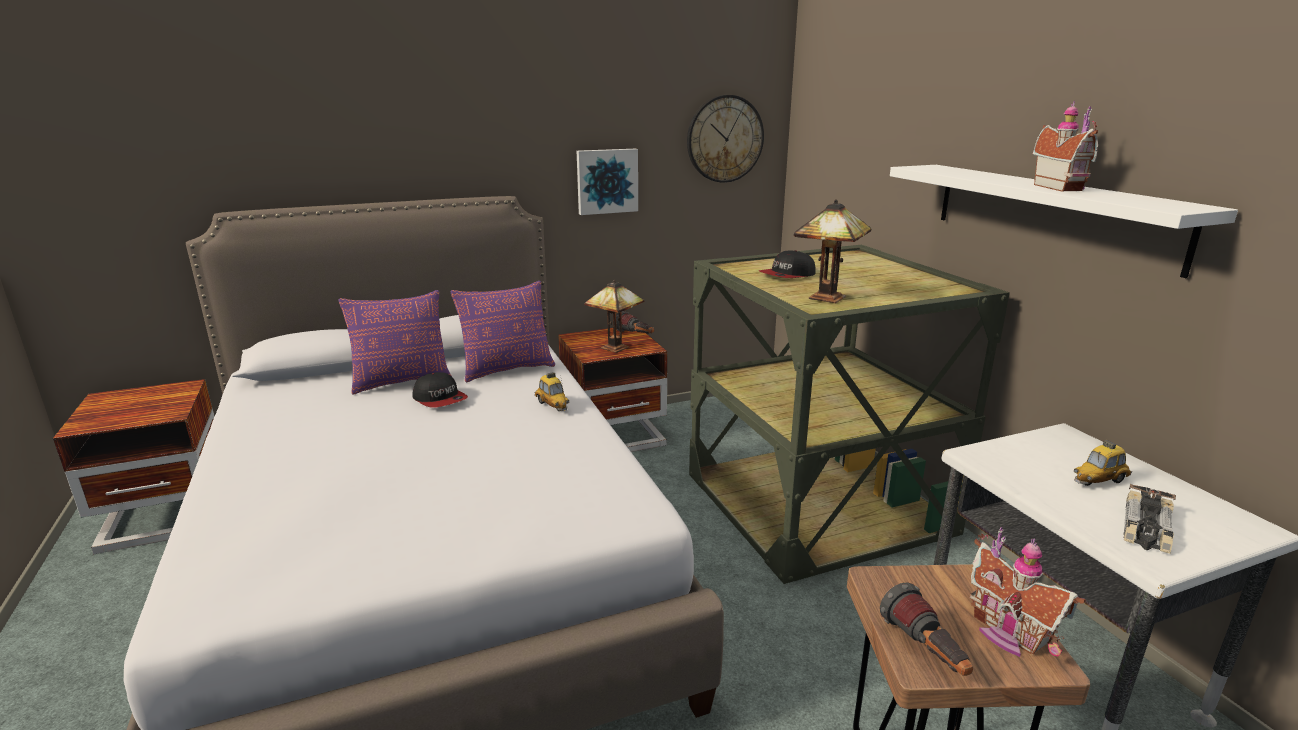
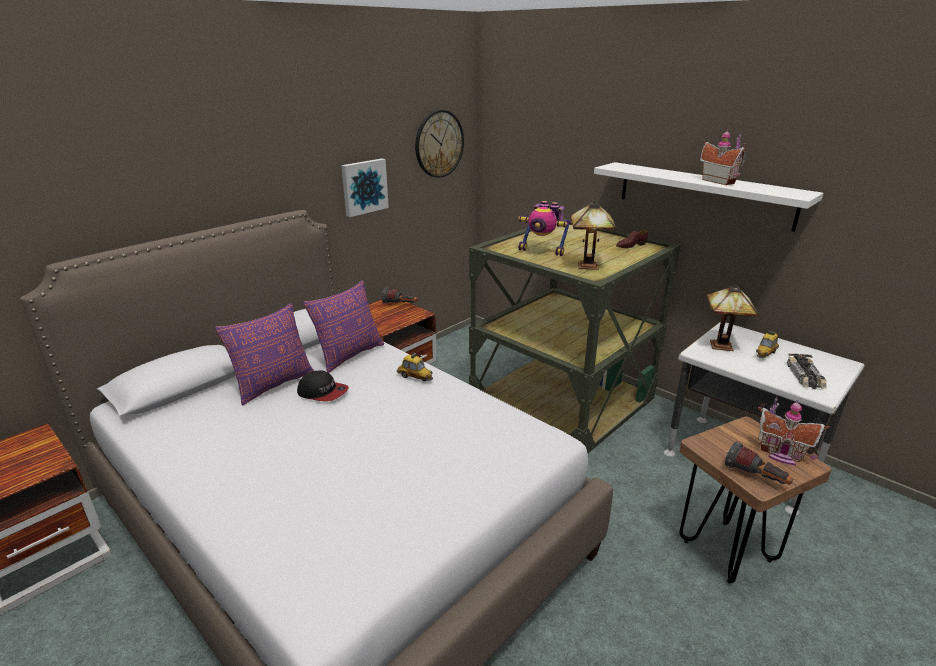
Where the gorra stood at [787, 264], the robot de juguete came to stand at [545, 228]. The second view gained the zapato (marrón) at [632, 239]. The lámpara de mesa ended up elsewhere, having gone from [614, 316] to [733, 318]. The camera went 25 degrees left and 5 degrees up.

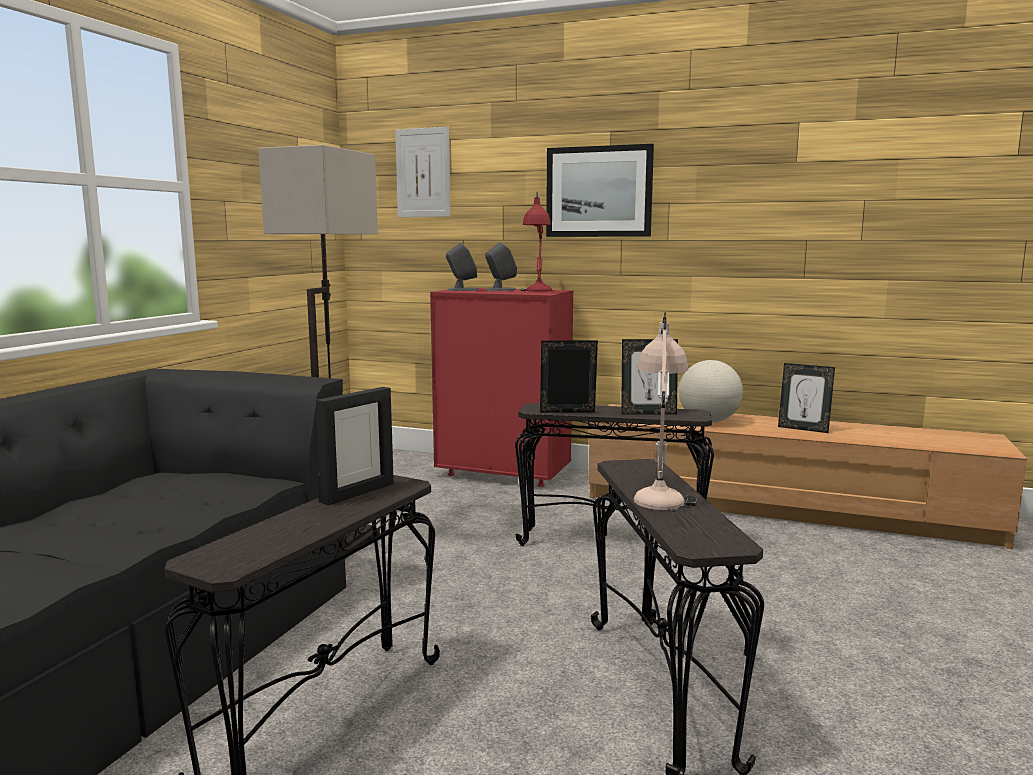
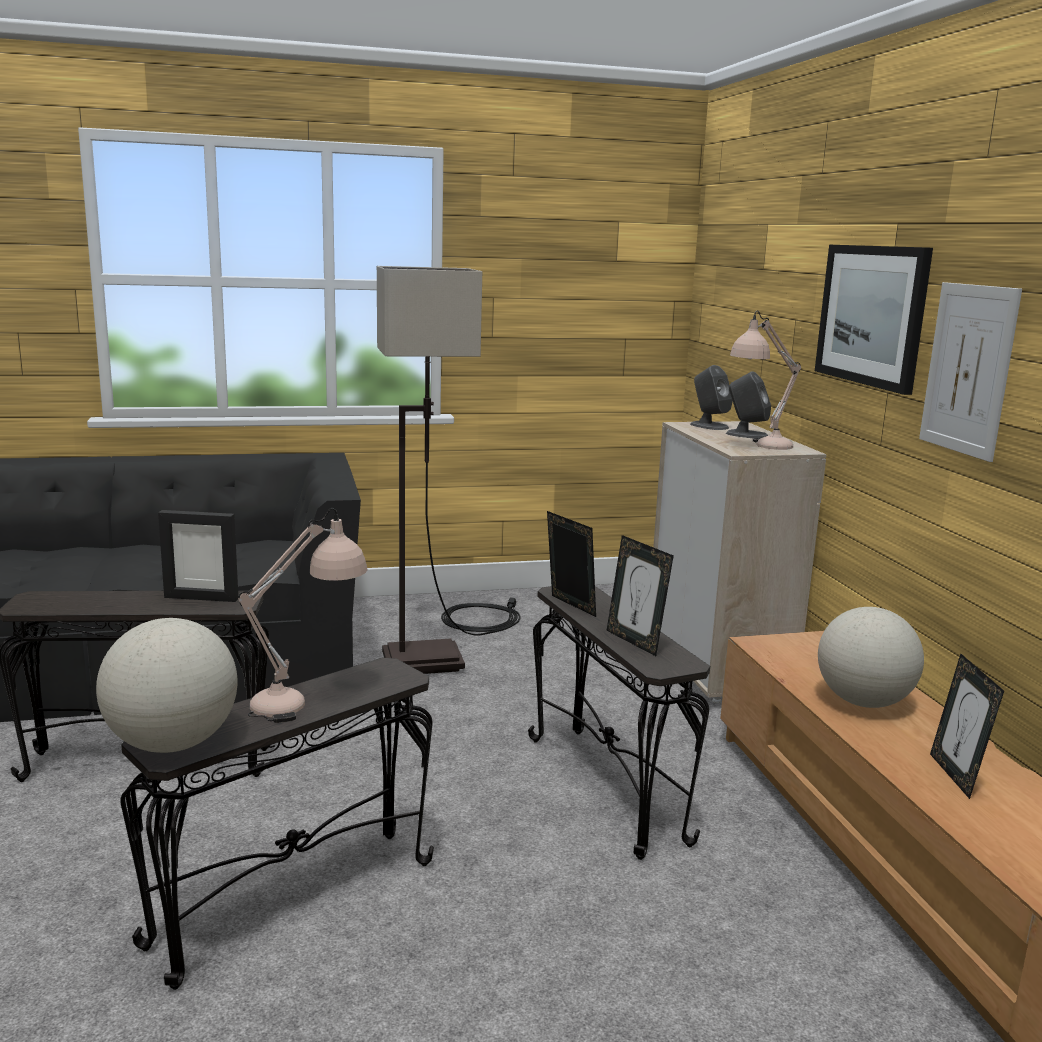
The second view gained the globo terráqueo at [166, 685]. What was the armario (rojo) at [502, 387] turned into the armario (beis) at [740, 562]. What was the lámpara de mesa (rojo) at [536, 241] turned into the lámpara de mesa (beis) at [765, 380]. The cuadro ended up elsewhere, having gone from [422, 172] to [970, 372]. The camera went 55 degrees right and 5 degrees up.

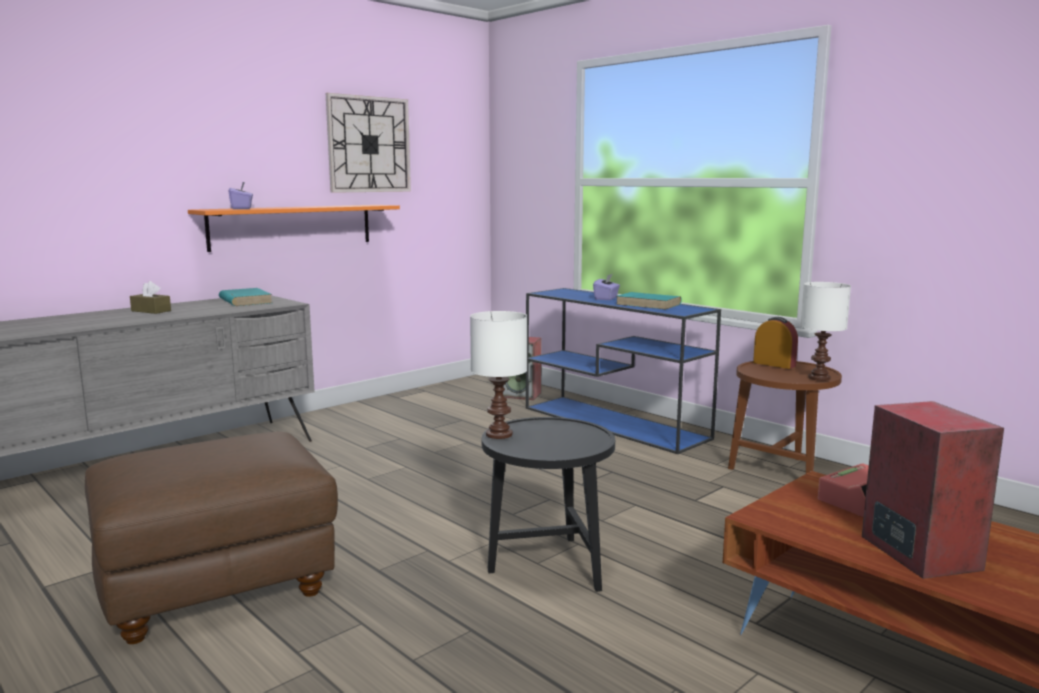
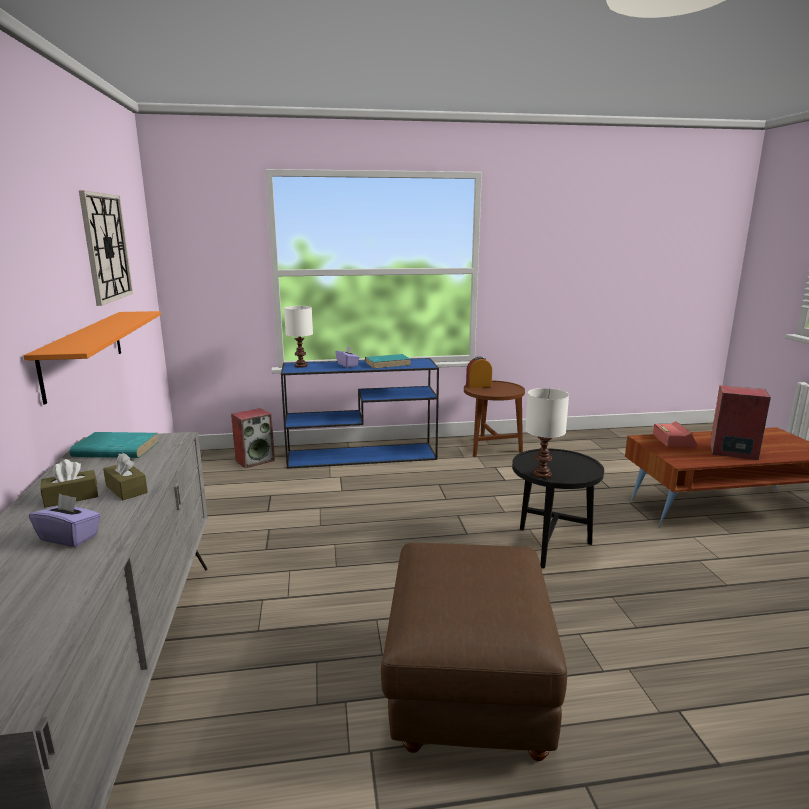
The caja de pañuelos (morado) ended up elsewhere, having gone from [240, 195] to [65, 520]. The second view gained the caja de pañuelos (marrón) at [125, 476]. The lámpara de mesa (blanco) ended up elsewhere, having gone from [826, 331] to [298, 337]. The camera went 55 degrees left and 5 degrees up.

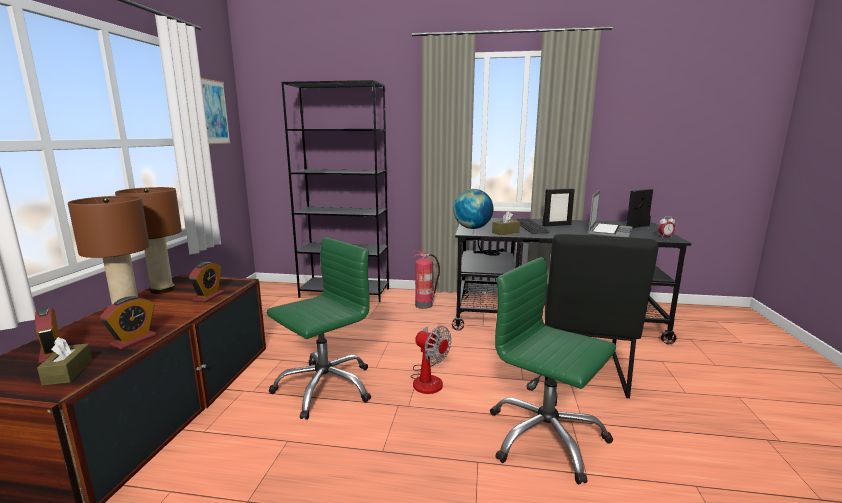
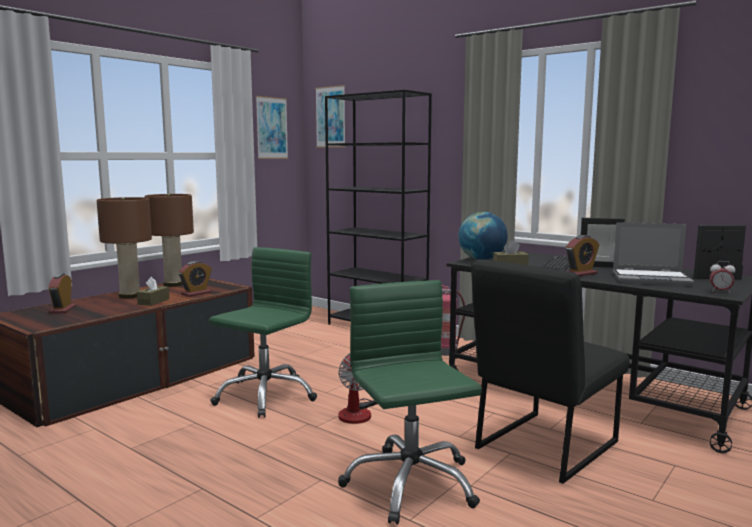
The caja de pañuelos (marrón) ended up elsewhere, having gone from [64, 361] to [153, 291]. The silla de oficina (verde) at [319, 328] ended up facing another way, 45 degrees counterclockwise from before. The second view gained the cuadro at [330, 116]. The despertador ended up elsewhere, having gone from [128, 323] to [582, 256]. The portátil at [610, 213] ended up facing another way, 45 degrees clockwise from before. The camera went 30 degrees right and 5 degrees down.

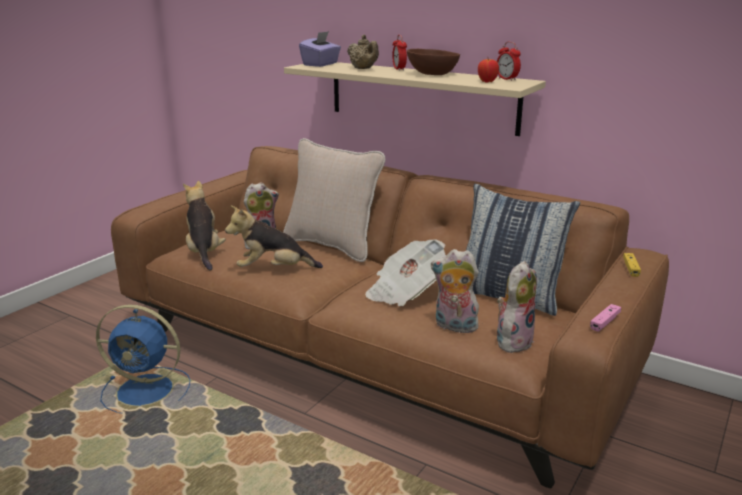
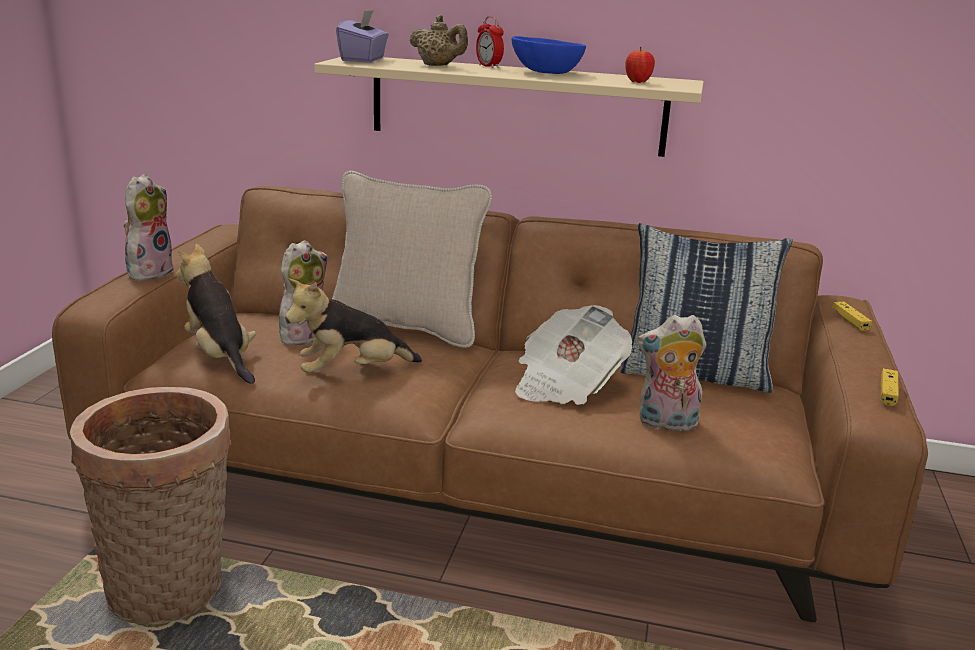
Where the ventilador (azul) stood at [143, 359], the cesta came to stand at [150, 506]. The peluche ended up elsewhere, having gone from [517, 307] to [149, 227]. What was the cuenco (marrón) at [433, 62] turned into the cuenco (azul) at [549, 55]. What was the mando de consola (rosa) at [605, 318] turned into the mando de consola (amarillo) at [890, 387]. The second view lost the despertador at [509, 61]. The camera went 20 degrees left and 0 degrees up.

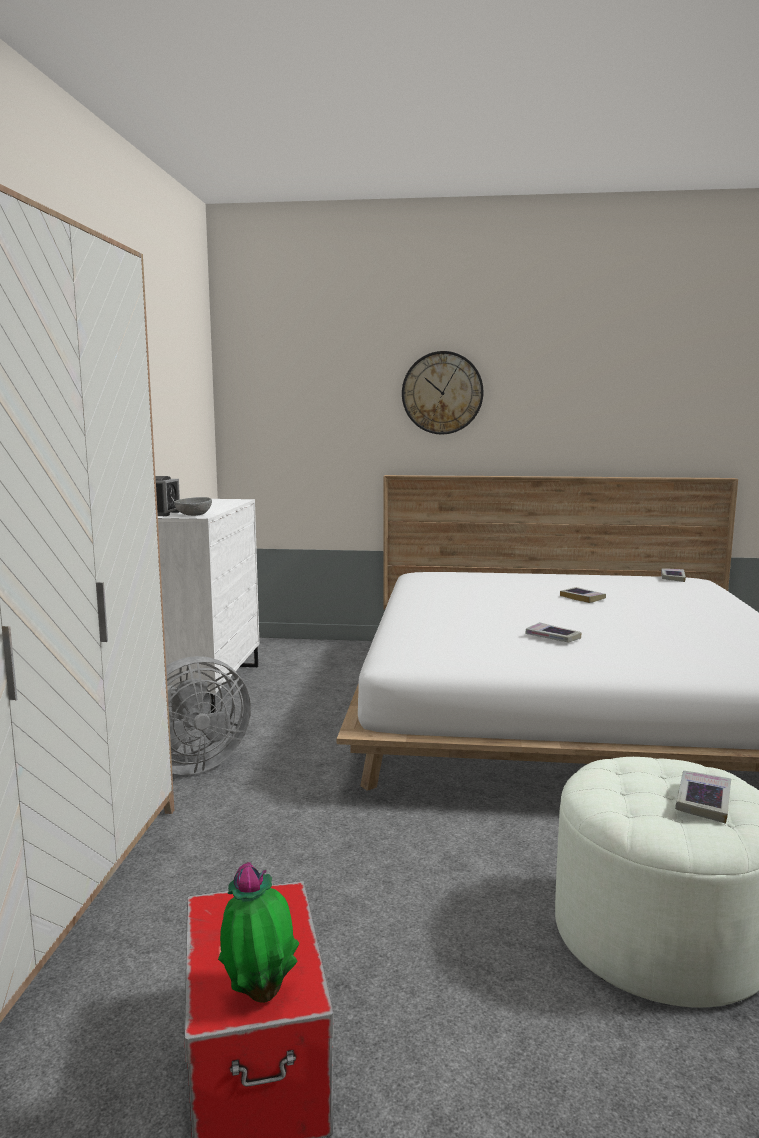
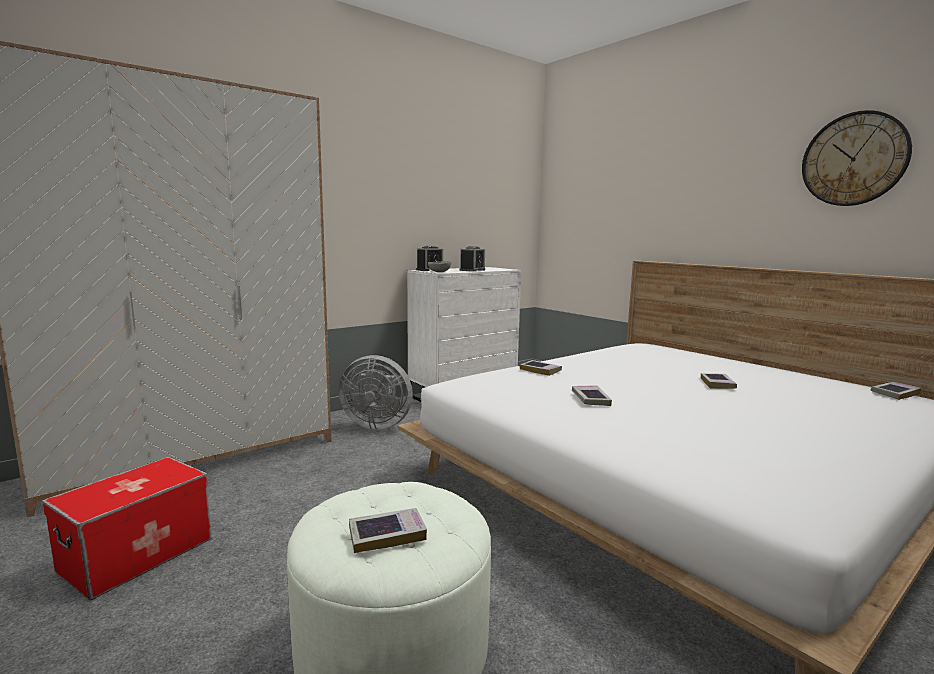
The second view gained the despertador at [472, 259]. The second view gained the libro at [541, 368]. The reloj de pared ended up elsewhere, having gone from [442, 393] to [857, 158]. The second view lost the planta en maceta at [258, 932]. The camera went 45 degrees right and 0 degrees up.

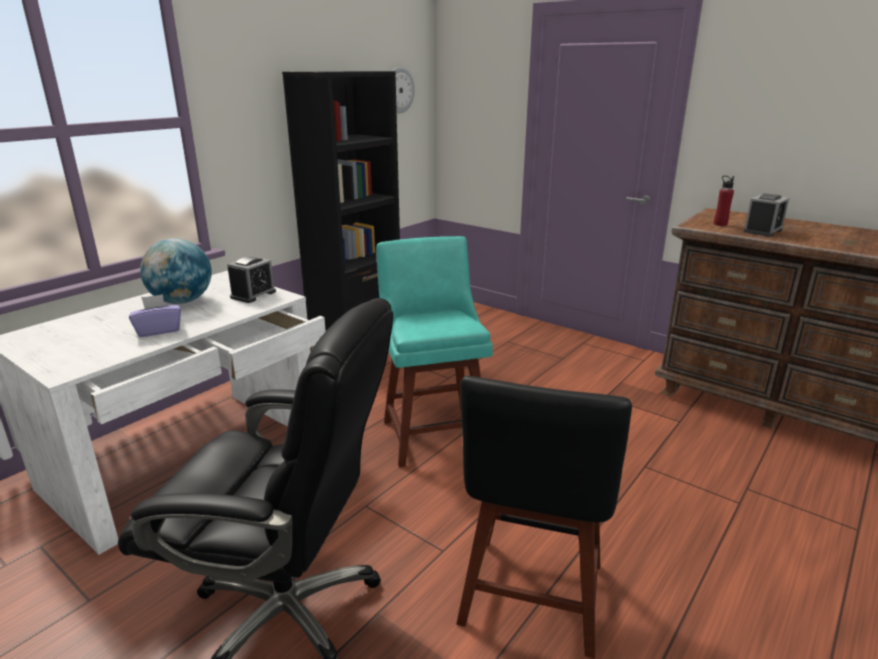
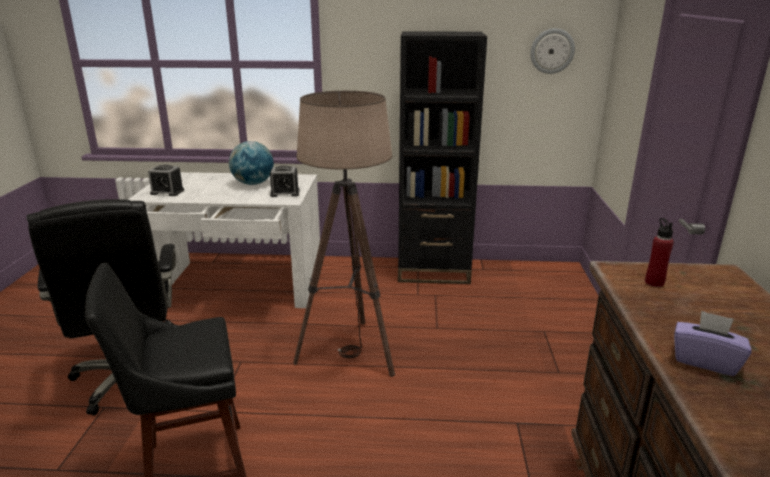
The despertador ended up elsewhere, having gone from [766, 215] to [166, 180]. Where the silla (turquesa) stood at [434, 351], the lámpara de pie came to stand at [344, 234]. The caja de pañuelos (morado) ended up elsewhere, having gone from [155, 315] to [713, 343]. The camera went 55 degrees right and 0 degrees up.

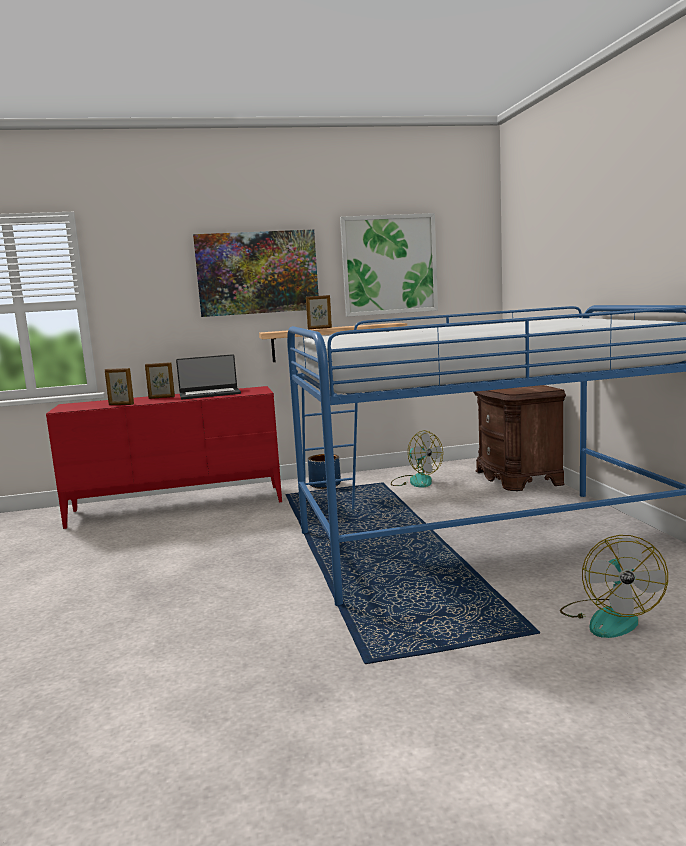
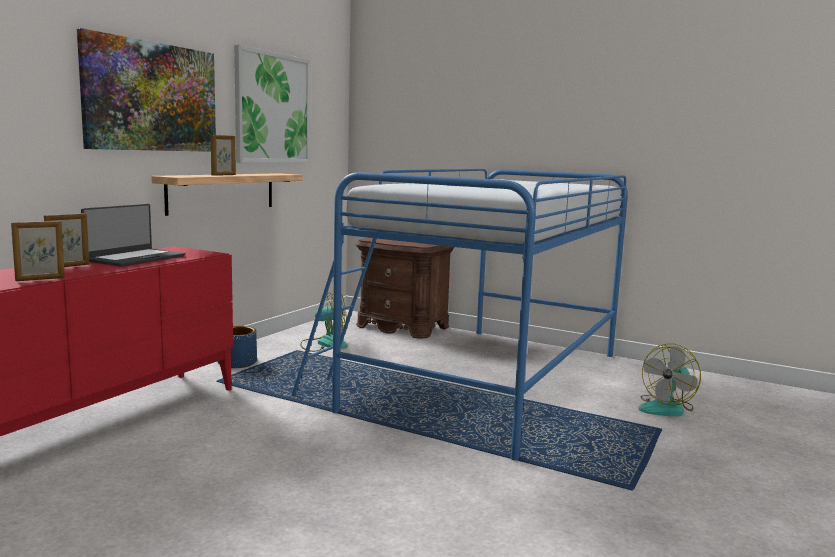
The ventilador at [614, 586] ended up facing another way, 90 degrees clockwise from before. The camera went 50 degrees left and 0 degrees up.

